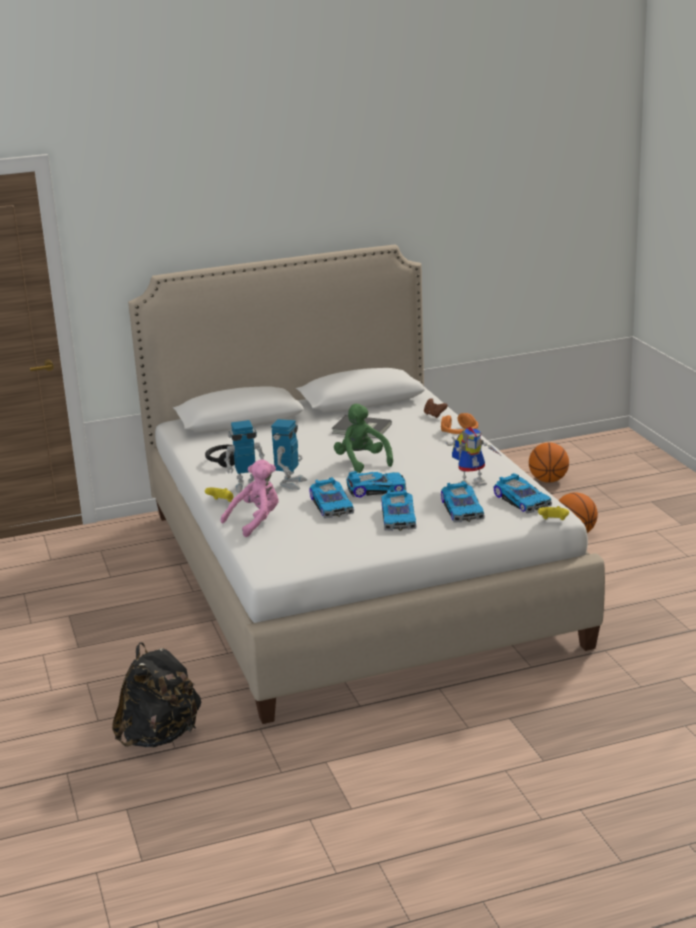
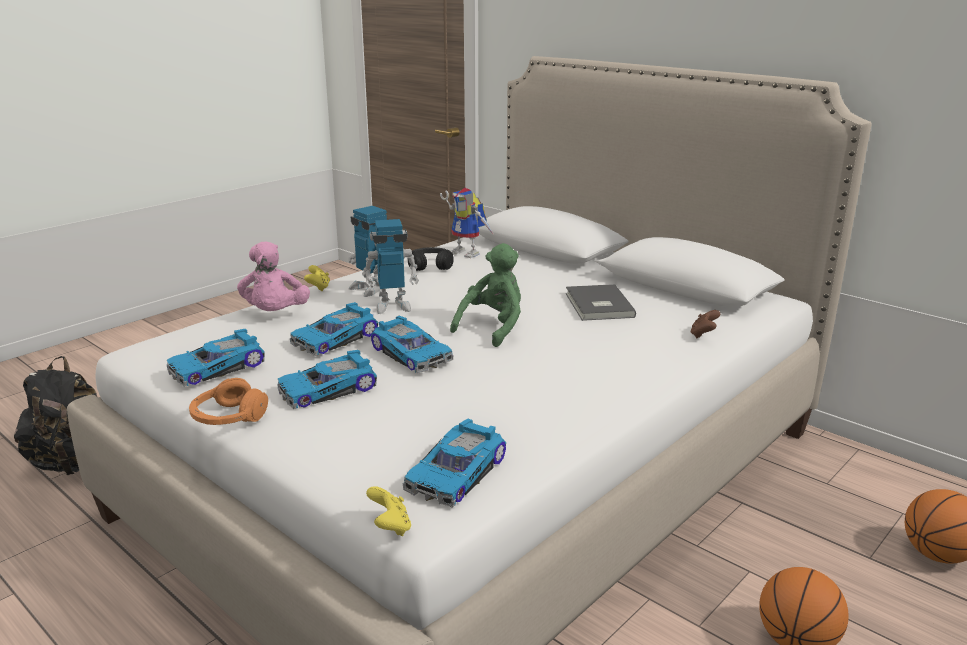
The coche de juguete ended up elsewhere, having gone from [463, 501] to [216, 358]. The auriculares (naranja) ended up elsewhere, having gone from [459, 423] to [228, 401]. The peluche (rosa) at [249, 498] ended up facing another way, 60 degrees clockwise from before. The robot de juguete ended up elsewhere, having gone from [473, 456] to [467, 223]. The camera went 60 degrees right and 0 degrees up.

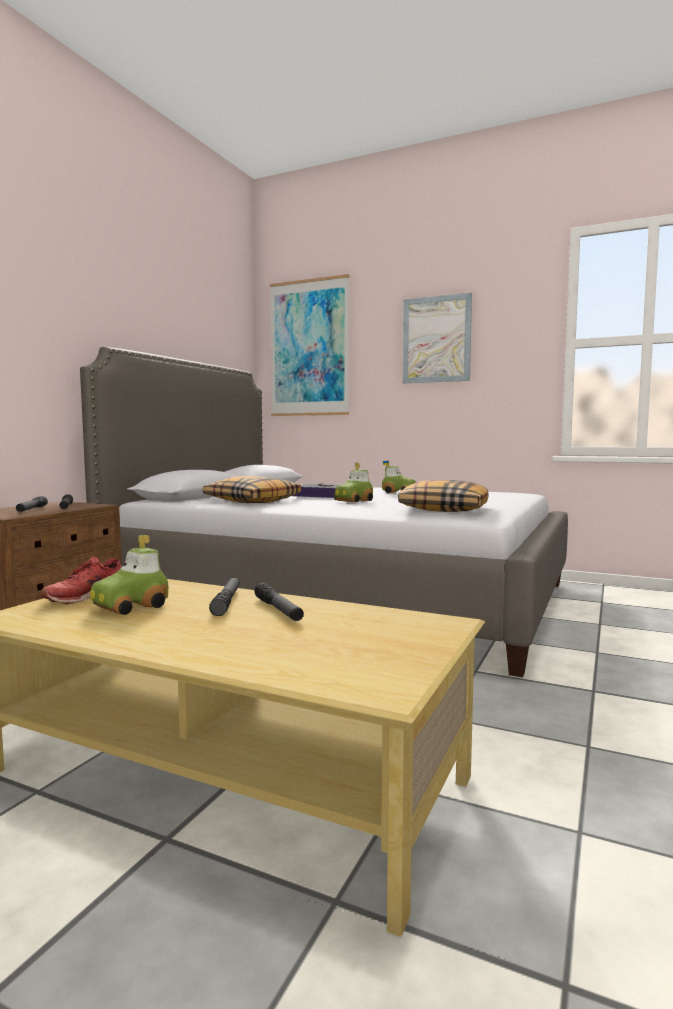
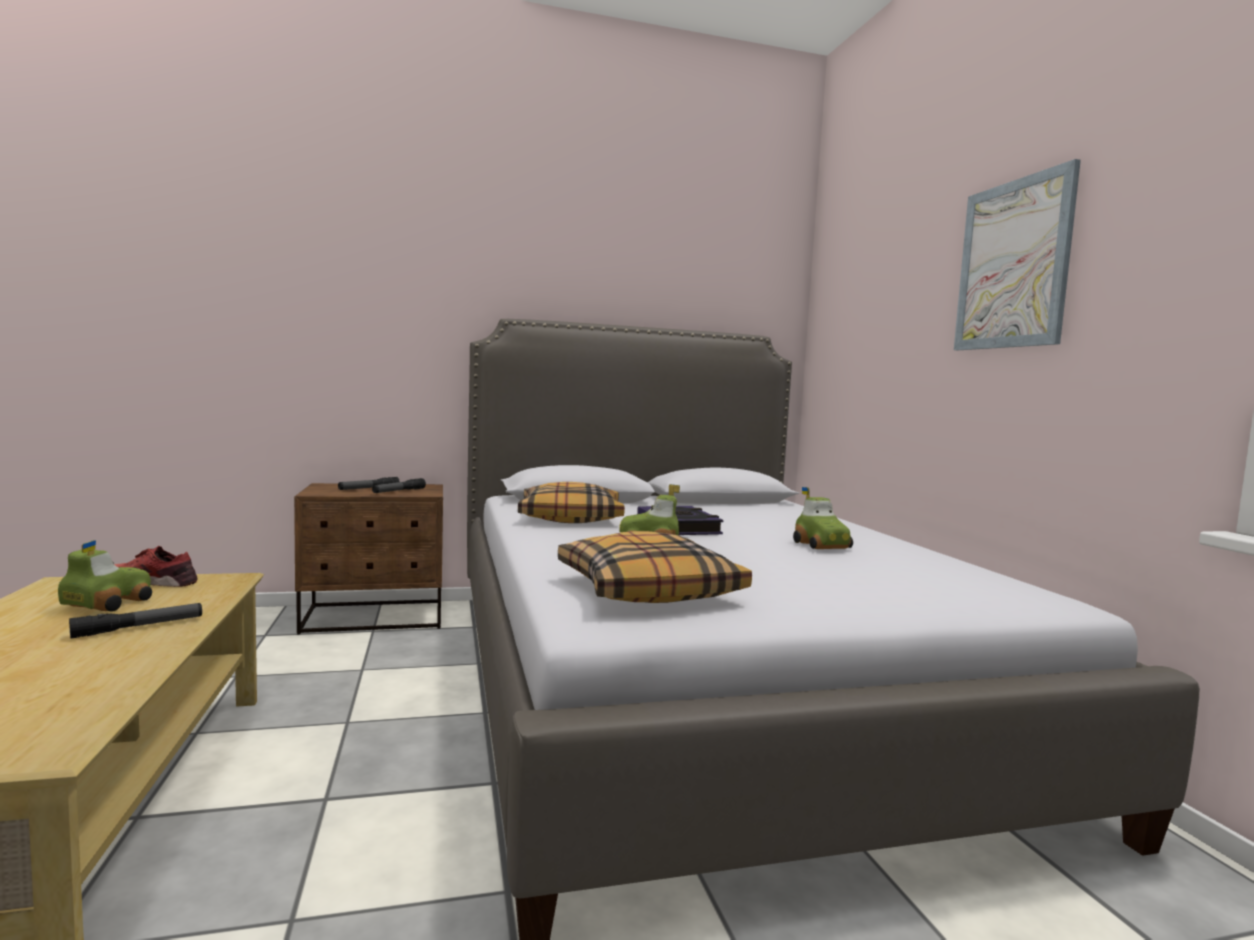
The coche de juguete at [129, 575] ended up facing another way, 105 degrees clockwise from before. The second view lost the linterna at [279, 602]. The second view lost the cuadro at [309, 345]. The camera went 50 degrees right and 0 degrees up.

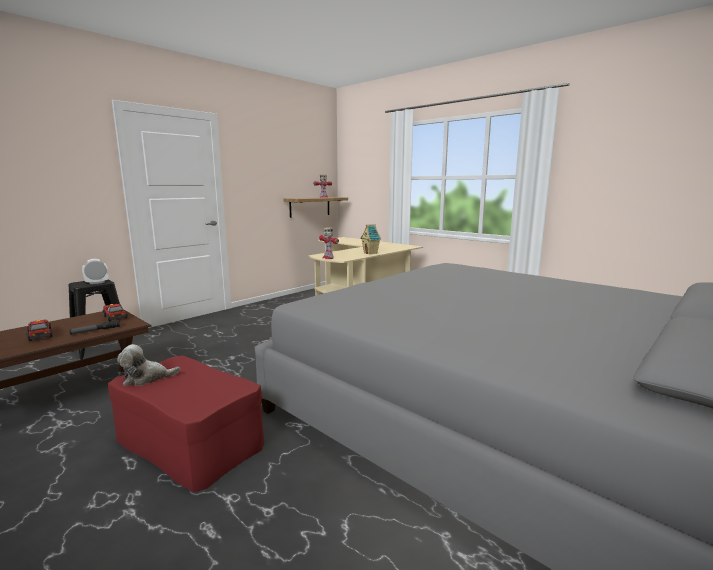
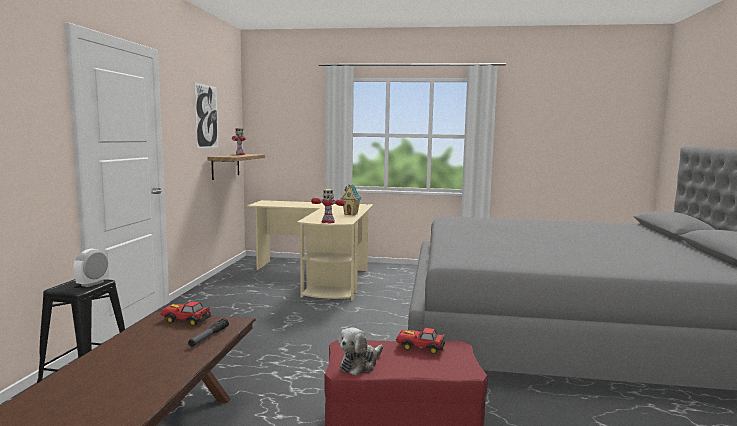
The second view gained the cuadro at [206, 115]. The coche de juguete ended up elsewhere, having gone from [39, 330] to [420, 341]. The camera went 35 degrees left and 5 degrees down.

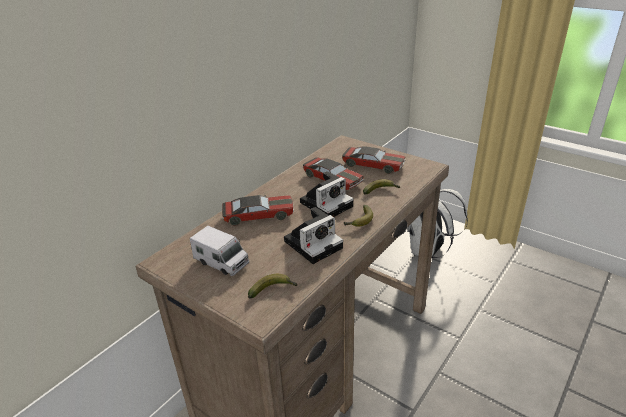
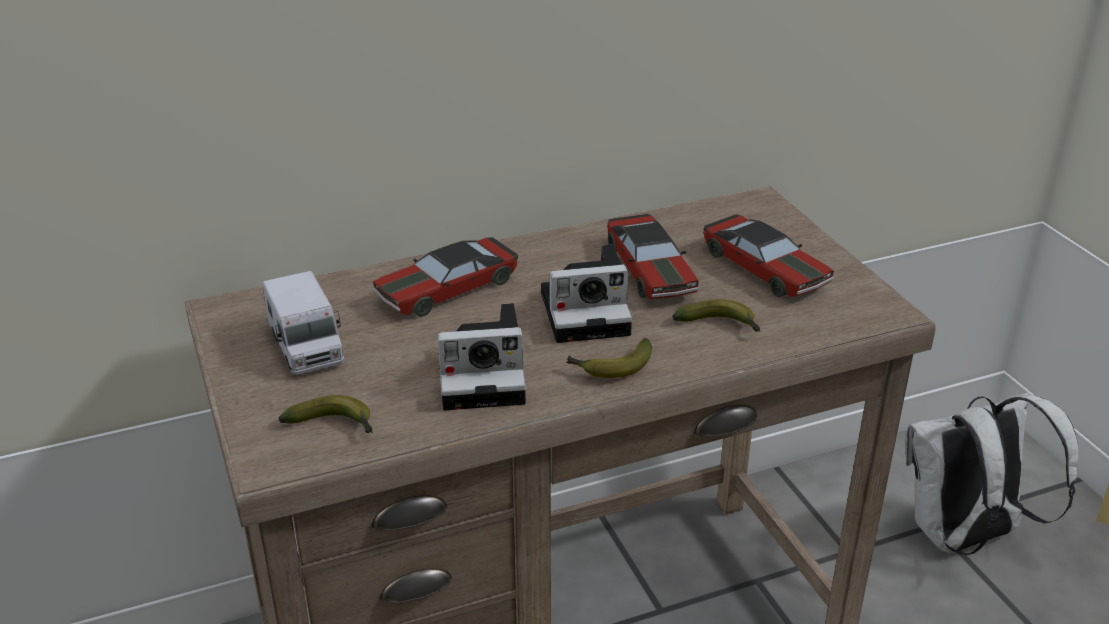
The coche de juguete at [258, 210] ended up facing another way, 120 degrees clockwise from before. The camera went 30 degrees right and 0 degrees up.

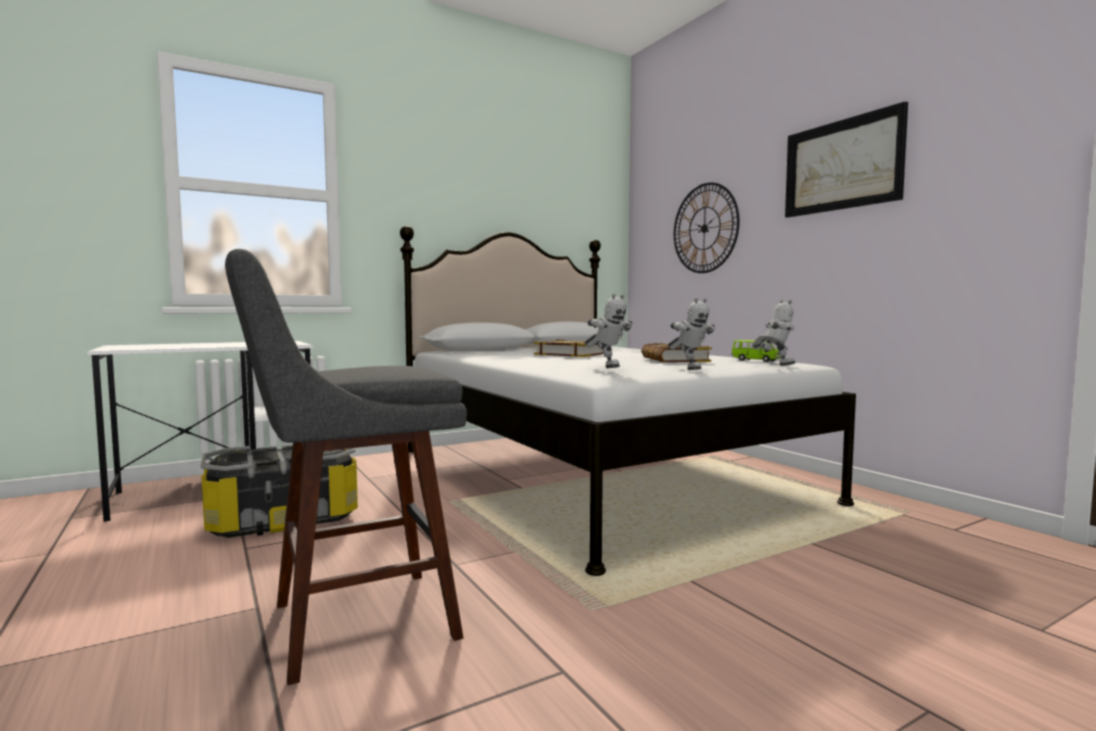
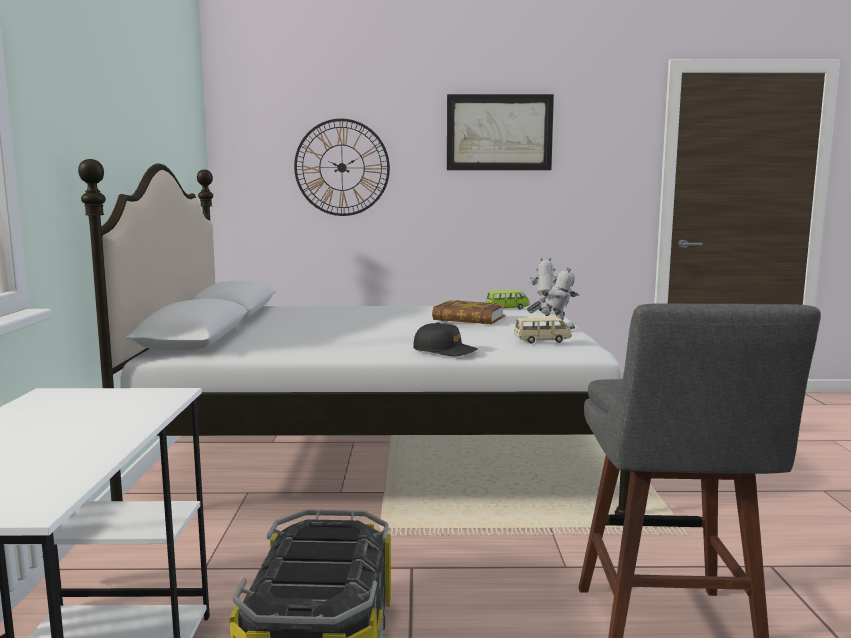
The second view gained the gorra (negro) at [445, 339]. Where the robot de juguete stood at [608, 330], the coche de juguete (beis) came to stand at [543, 330]. The second view lost the libro at [569, 348]. The camera went 60 degrees left and 5 degrees up.

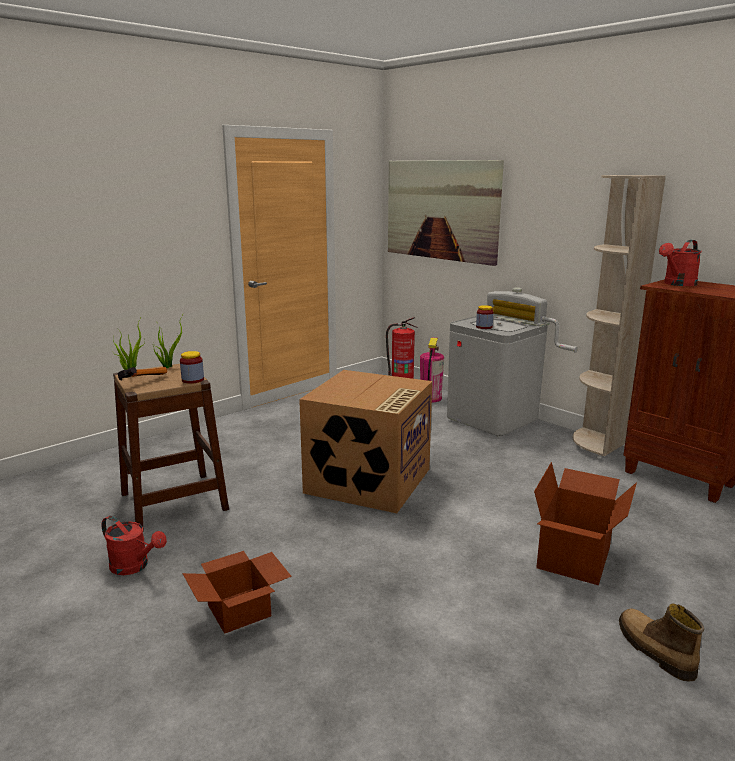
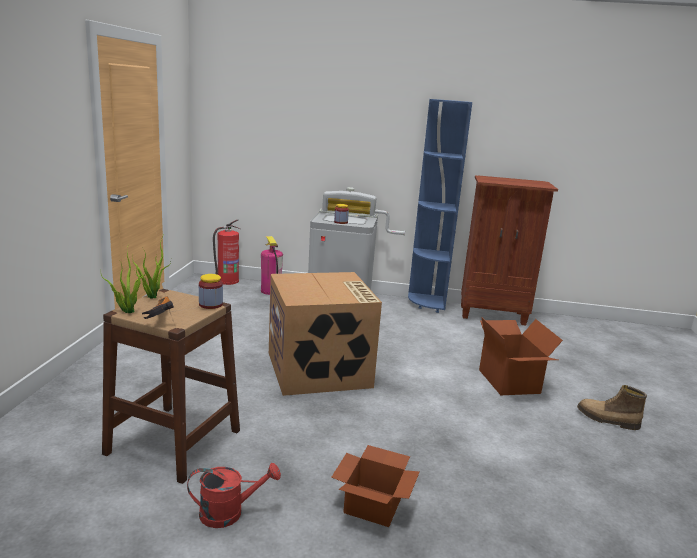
What was the estantería (beis) at [619, 317] turned into the estantería (azul) at [440, 206]. The second view lost the cuadro at [446, 213]. The second view lost the regadera (rojo) at [680, 263]. The camera went 40 degrees left and 0 degrees up.

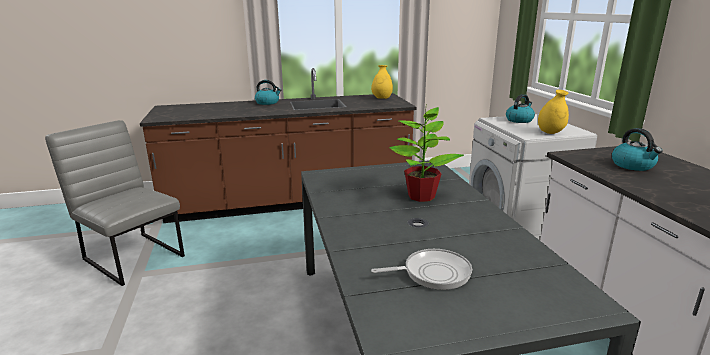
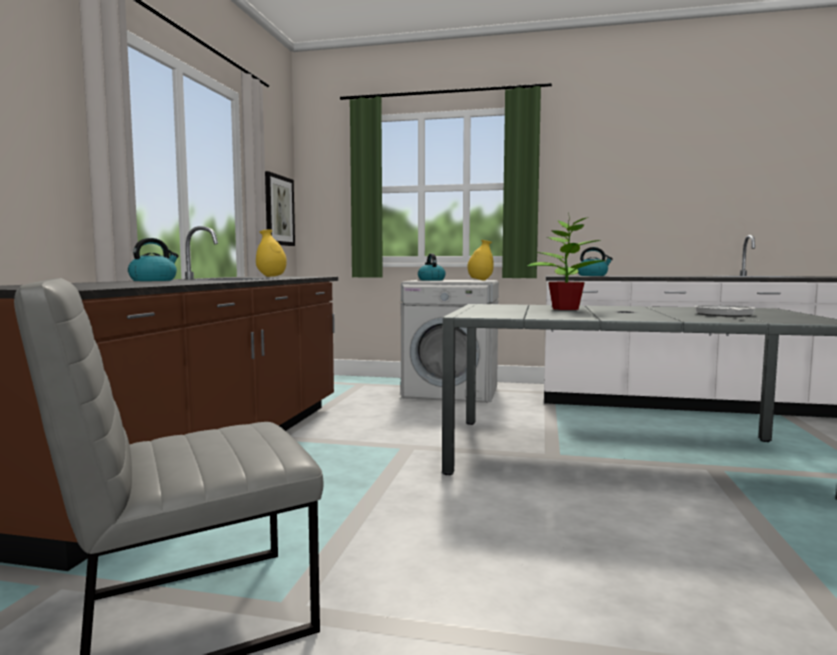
The second view gained the cuadro at [280, 208]. The camera went 65 degrees left and 15 degrees down.

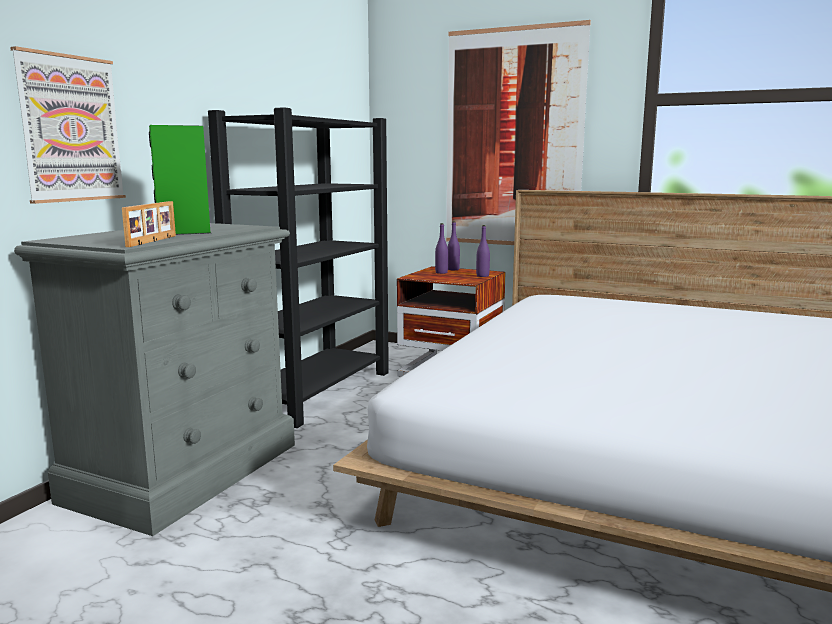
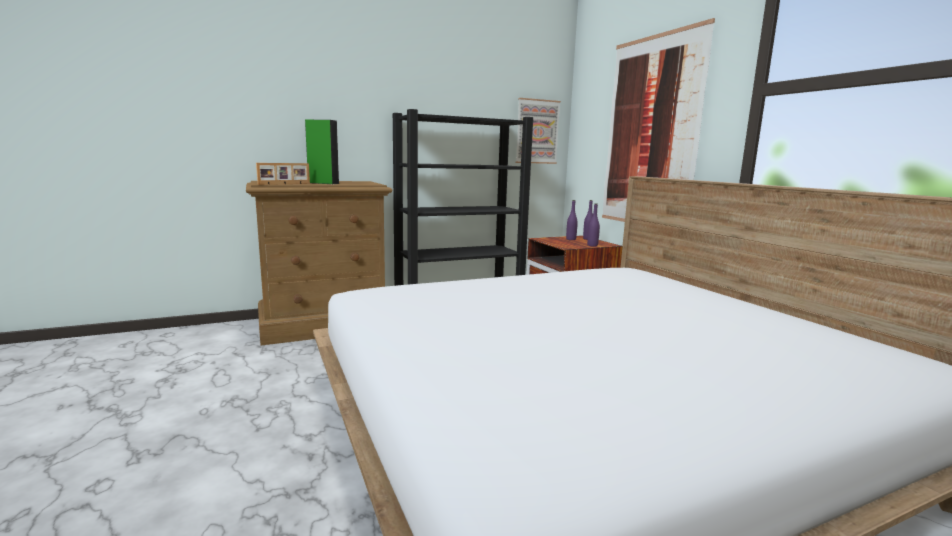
What was the cómoda (gris) at [154, 379] turned into the cómoda (marrón) at [319, 263]. The cuadro ended up elsewhere, having gone from [68, 125] to [538, 131]. The camera went 40 degrees right and 0 degrees up.

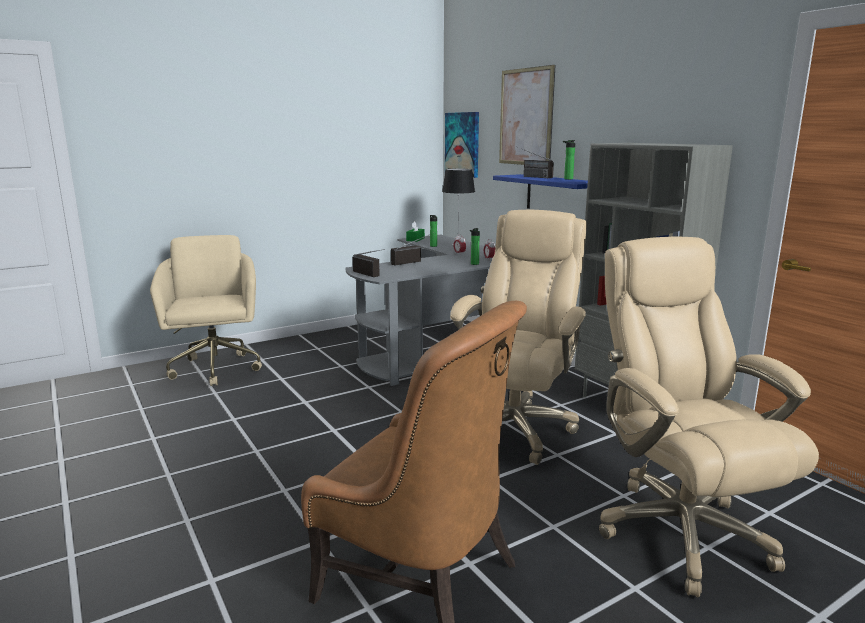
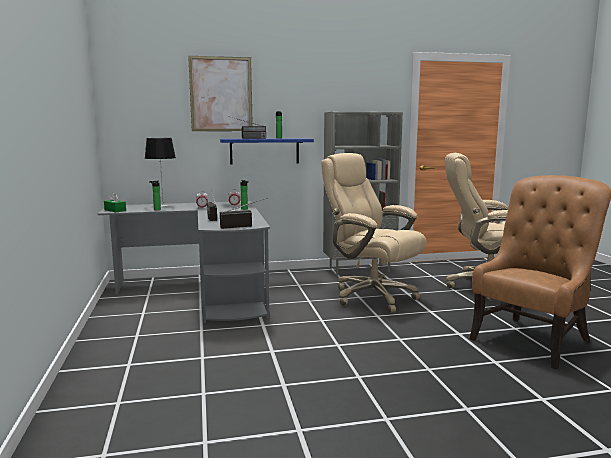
The second view lost the silla de oficina (beis) at [206, 310]. The second view lost the cuadro at [462, 145]. The camera went 70 degrees left and 5 degrees down.

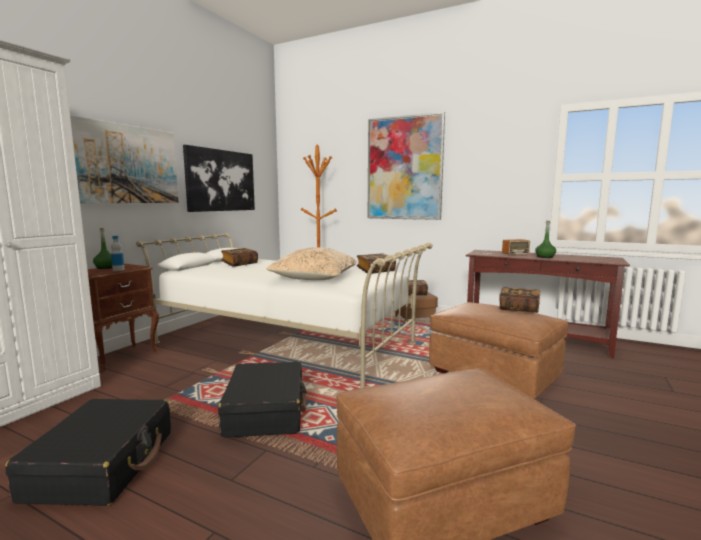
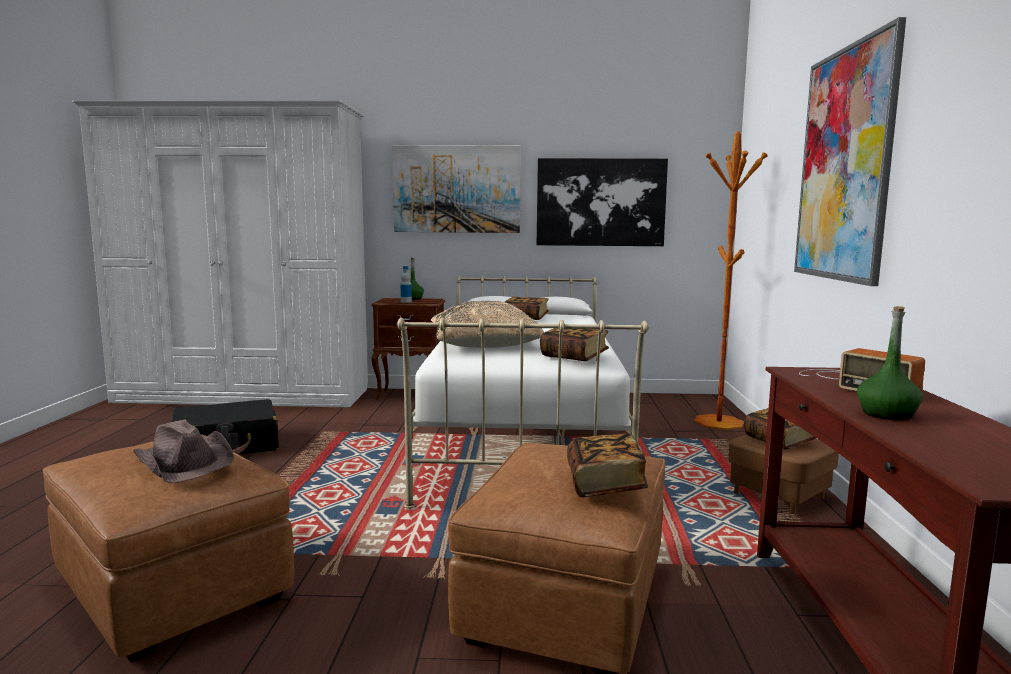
The second view gained the sombrero (marrón) at [183, 451]. The second view lost the maleta (negro) at [262, 399]. The camera went 65 degrees right and 0 degrees up.

